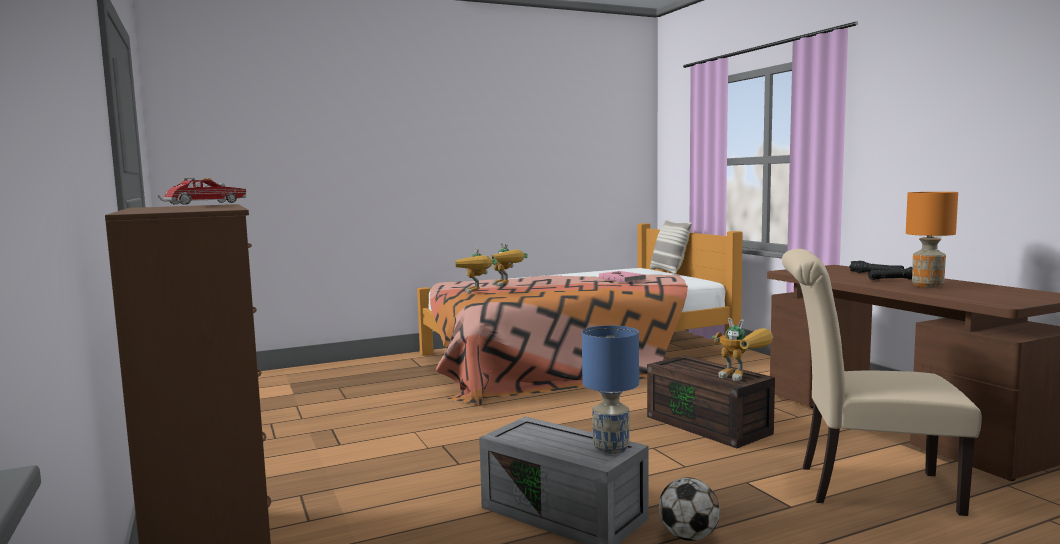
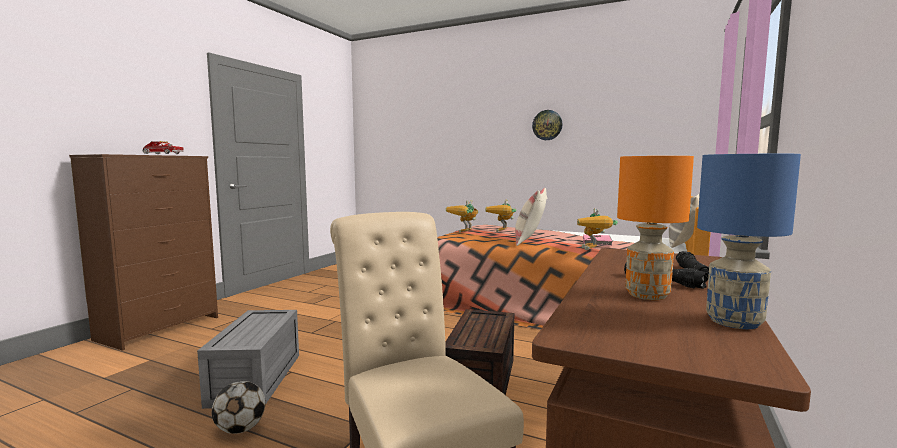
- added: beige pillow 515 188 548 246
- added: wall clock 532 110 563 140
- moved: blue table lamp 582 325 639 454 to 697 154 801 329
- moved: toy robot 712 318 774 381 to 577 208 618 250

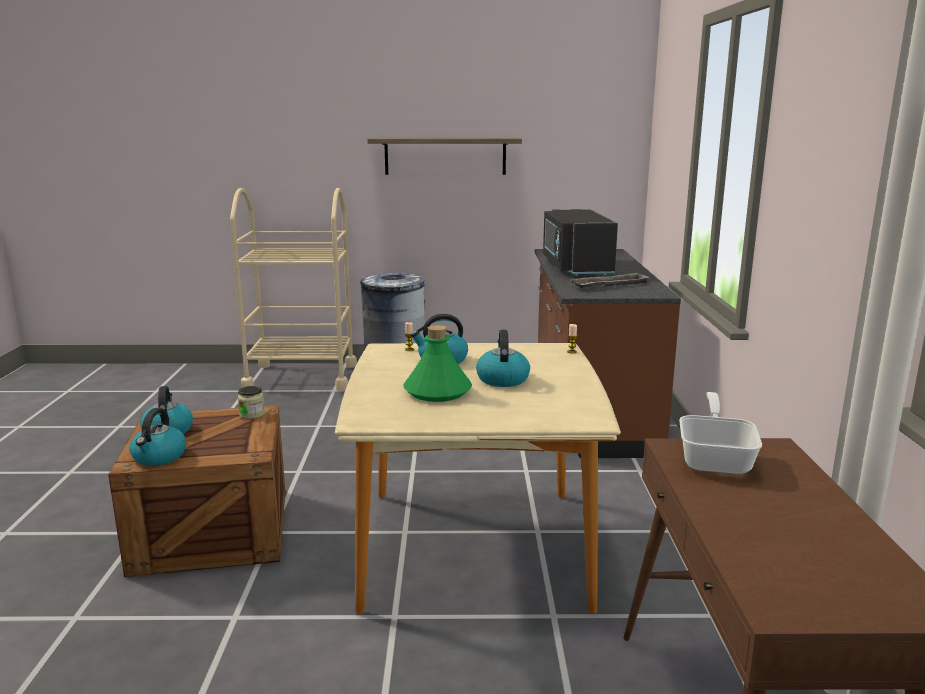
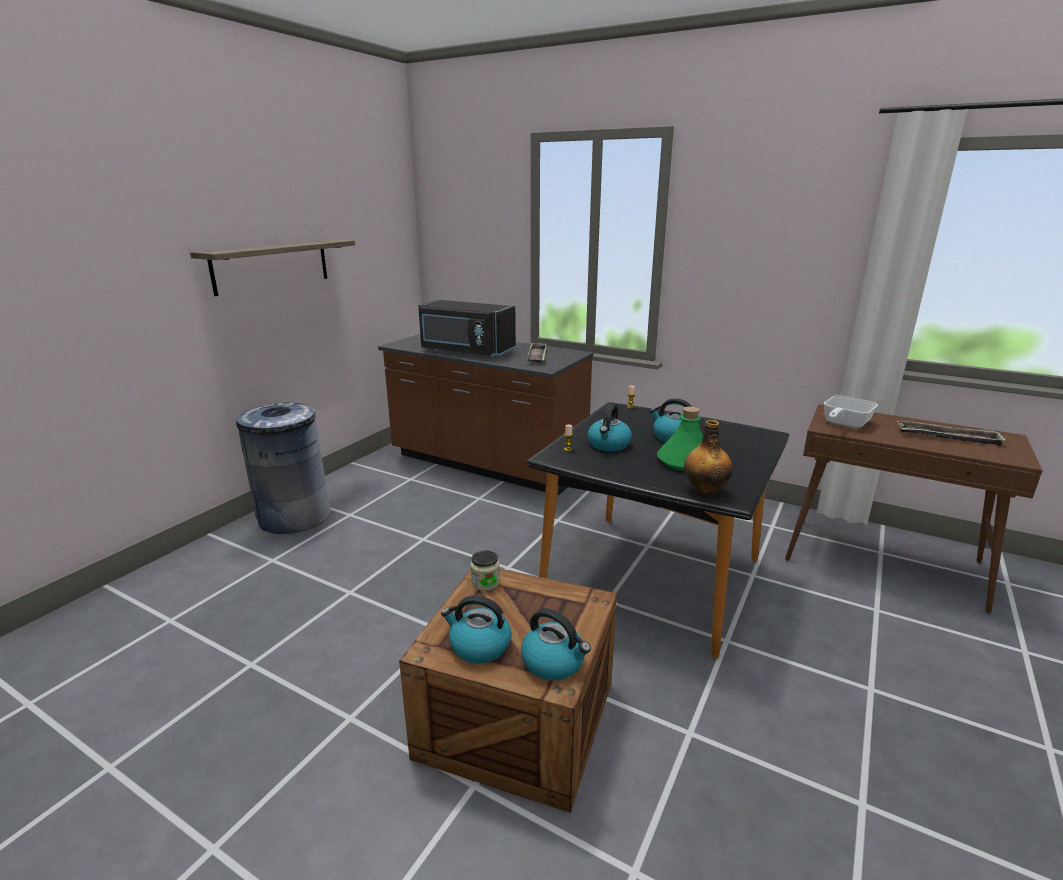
- removed: beige cart 230 188 357 391
- added: bottle 684 420 733 496
- added: tray 897 421 1006 446
- recoloured: beige dining table 335 343 621 614 to black dining table 527 402 790 658
- turned: frying pan 679 392 762 475 = 824 395 878 428 90 degrees counterclockwise

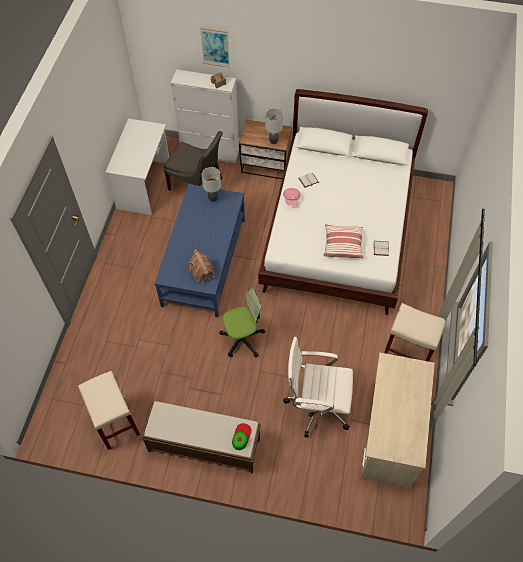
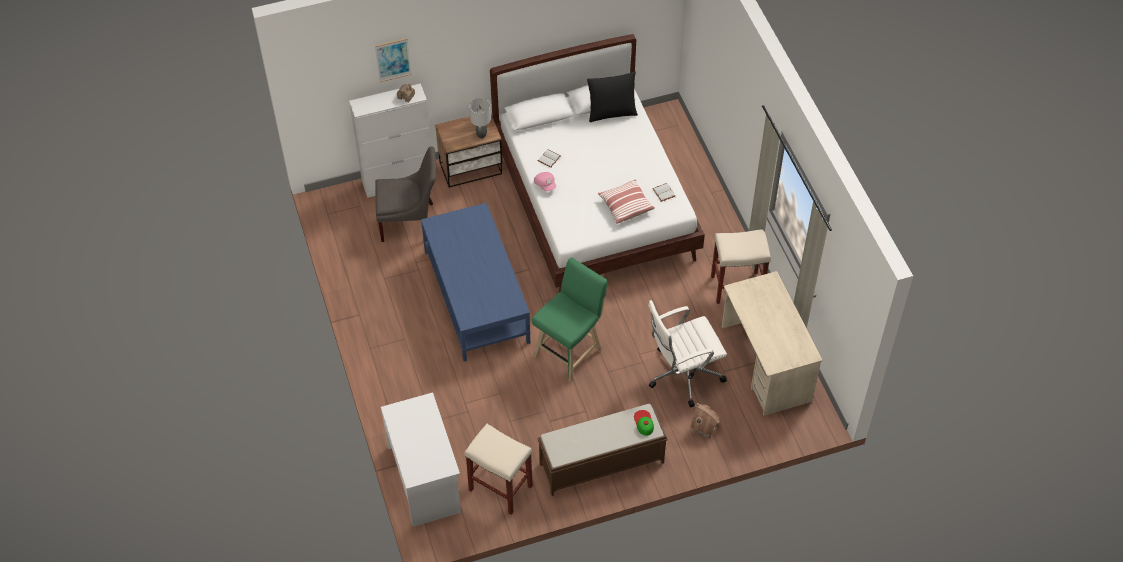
- removed: grey table lamp 201 167 221 202
- added: black pillow 587 71 638 122
- moved: white desk 105 119 169 215 to 381 392 461 527
- moved: toy house 188 250 214 284 to 691 403 721 438
- replaced: office chair 219 288 265 357 to green stool 532 257 607 382

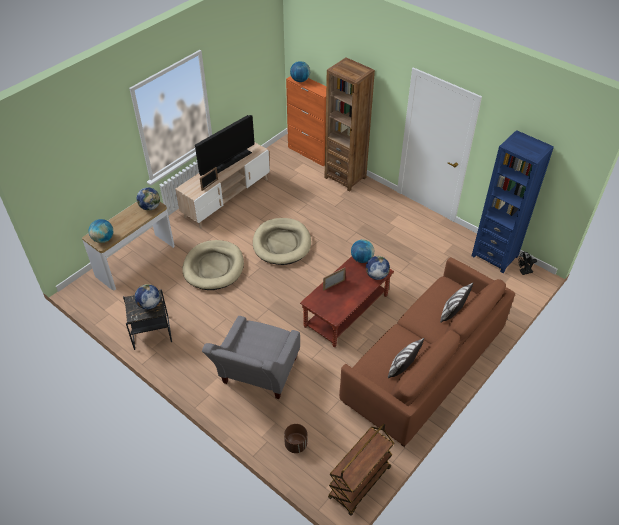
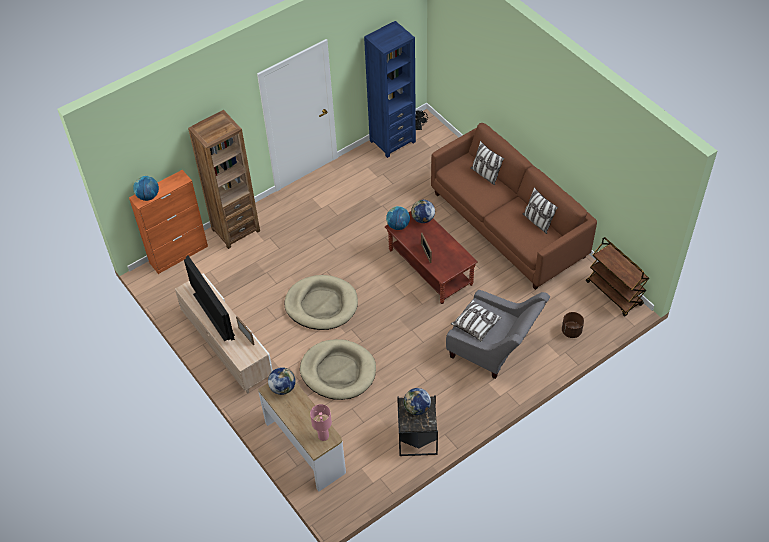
- added: pillow 451 300 502 342
- replaced: globe 88 219 113 243 to pink table lamp 310 404 332 441

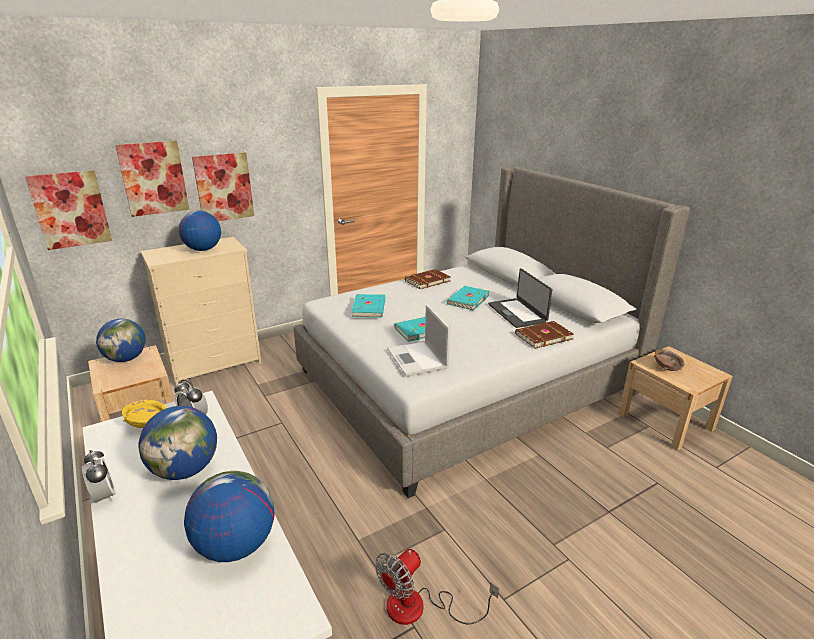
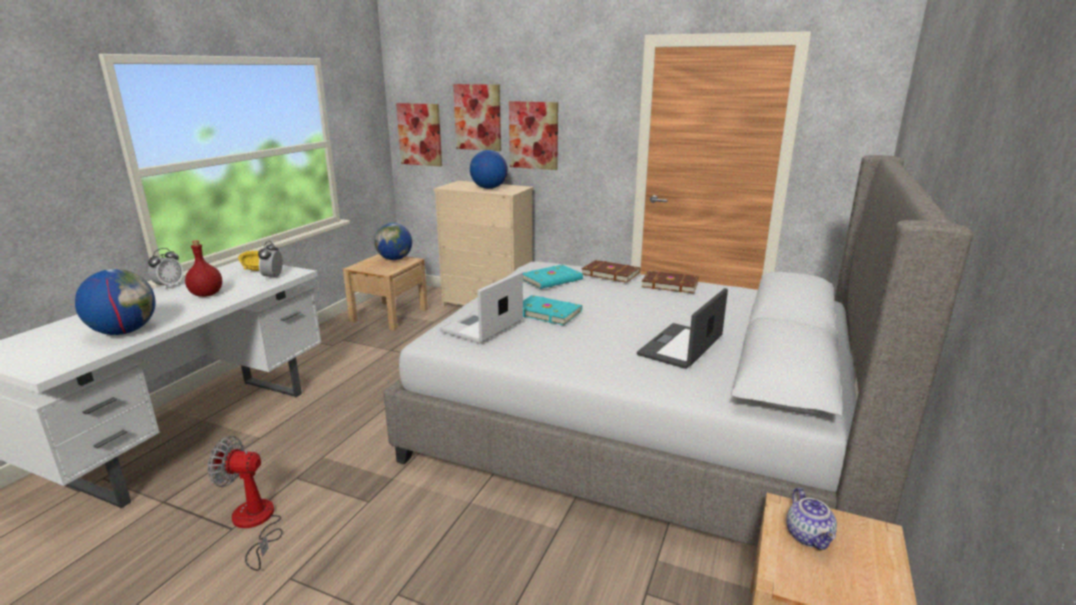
- removed: turquoise book 447 286 490 311
- moved: brown book 515 321 574 349 to 581 260 640 283
- replaced: globe 138 406 217 480 to red bottle 185 240 222 297
- replaced: brown bowl 654 349 684 371 to teapot 787 488 837 550

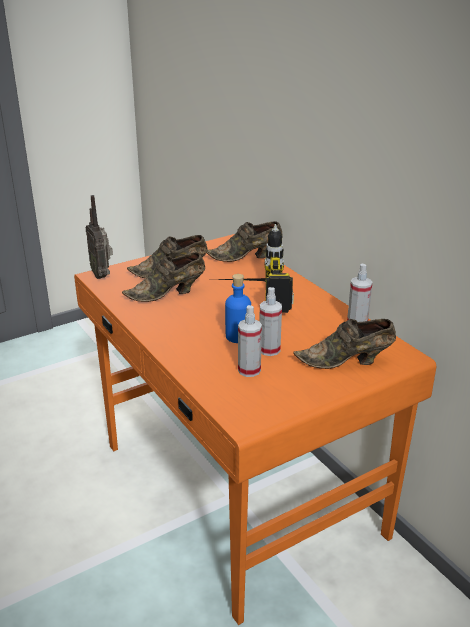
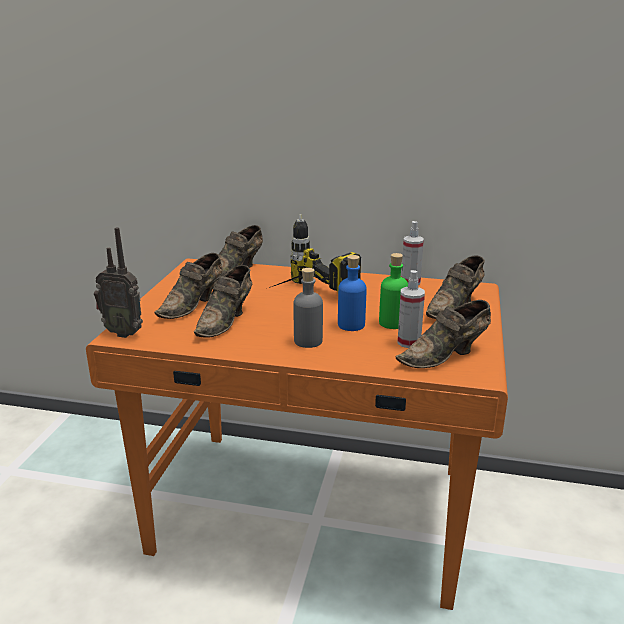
- added: grey bottle 293 268 323 348
- added: brown shoe 395 300 491 368
- replaced: spray bottle 259 287 282 356 to green bottle 379 253 408 329

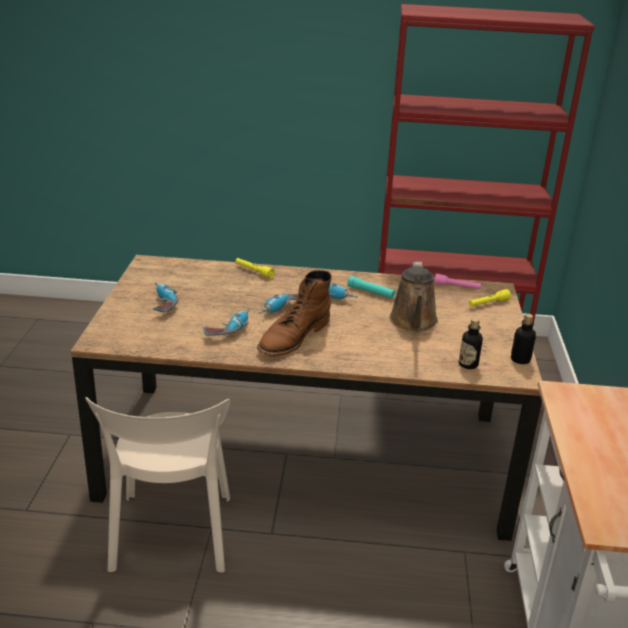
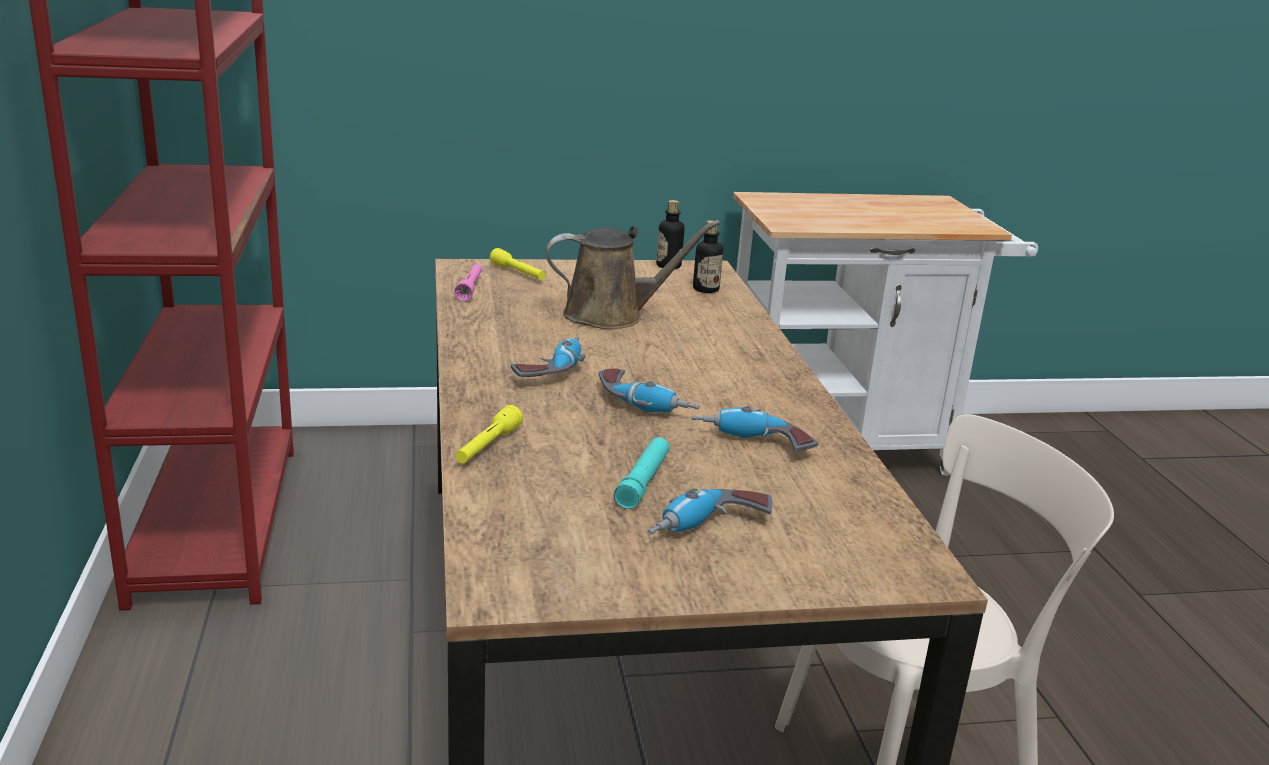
- removed: brown boot 257 270 332 357
- moved: turquoise flashlight 347 276 395 299 to 614 437 669 509

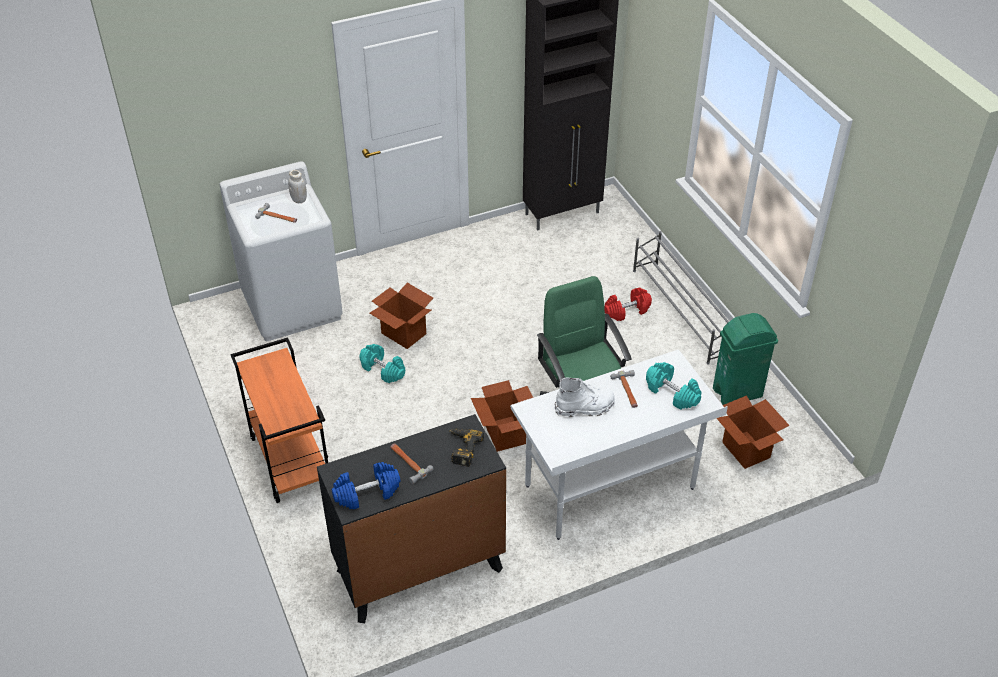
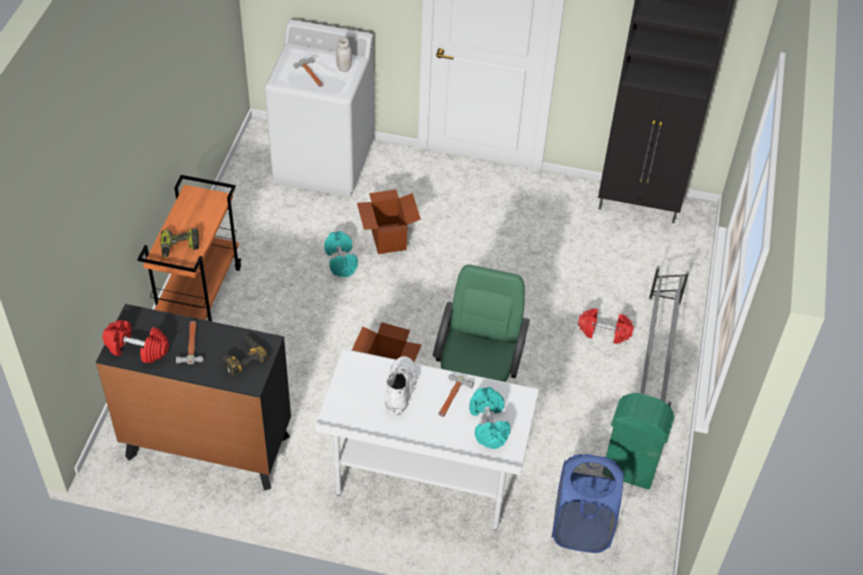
- added: power drill 160 228 199 258
- replaced: cardboard box 717 395 790 469 to blue laundry basket 552 454 624 553
- recoloured: blue dumbbell 332 462 400 510 to red dumbbell 102 320 169 363
- turned: white boot 554 377 615 417 = 385 356 418 415 105 degrees counterclockwise

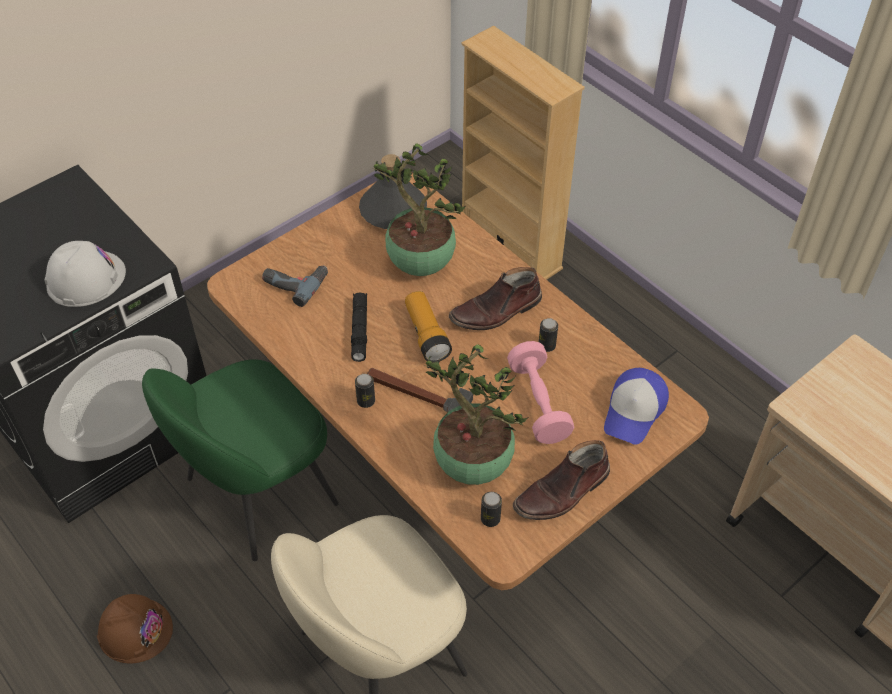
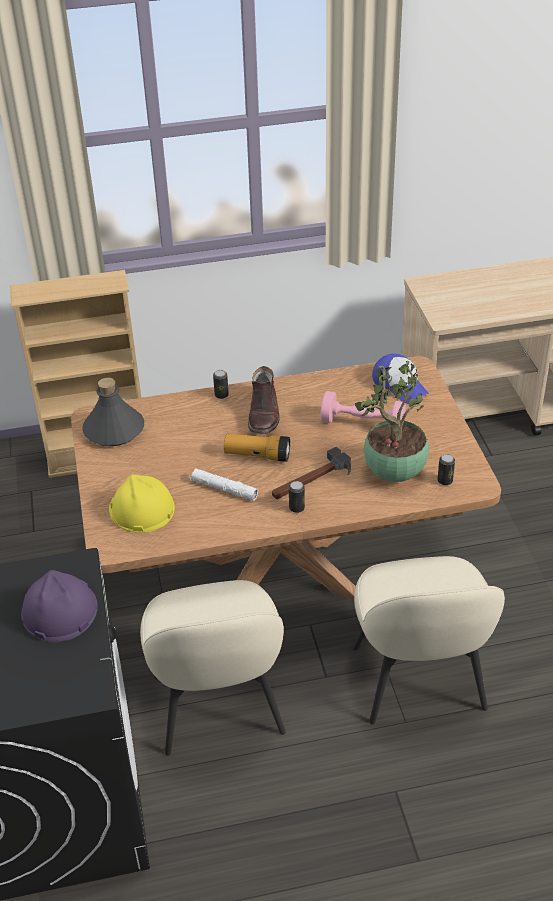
- removed: brown hard hat 97 594 173 663
- removed: potted plant 372 143 466 276
- removed: brown boot 513 440 610 520
- moved: can 539 318 558 352 to 213 370 229 399
- replaced: power drill 262 266 328 307 to yellow hard hat 109 474 175 533
- recoloured: white hard hat 44 241 126 307 to purple hard hat 21 570 98 643
- recoloured: green chair 142 359 339 561 to beige chair 140 580 286 756
- recoloured: black flashlight 351 293 367 362 to white flashlight 189 468 258 501

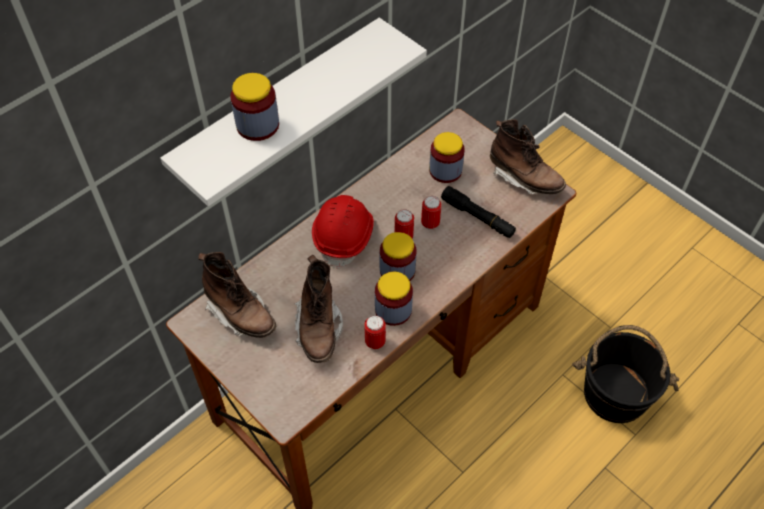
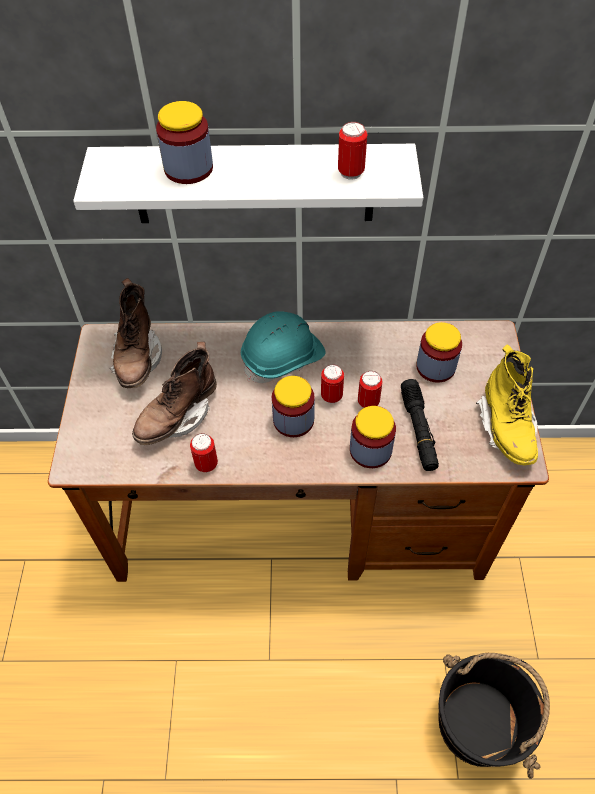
- added: can 338 122 367 180
- moved: jar 375 271 413 326 to 350 406 396 468
- recoloured: red hard hat 312 195 374 269 to turquoise hard hat 241 311 326 383
- recoloured: brown boot 490 119 566 195 to yellow boot 476 345 538 466

